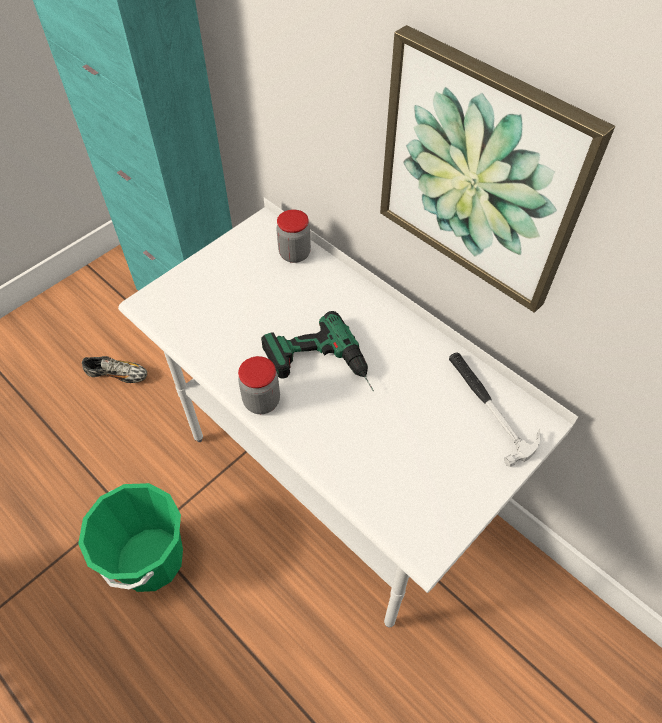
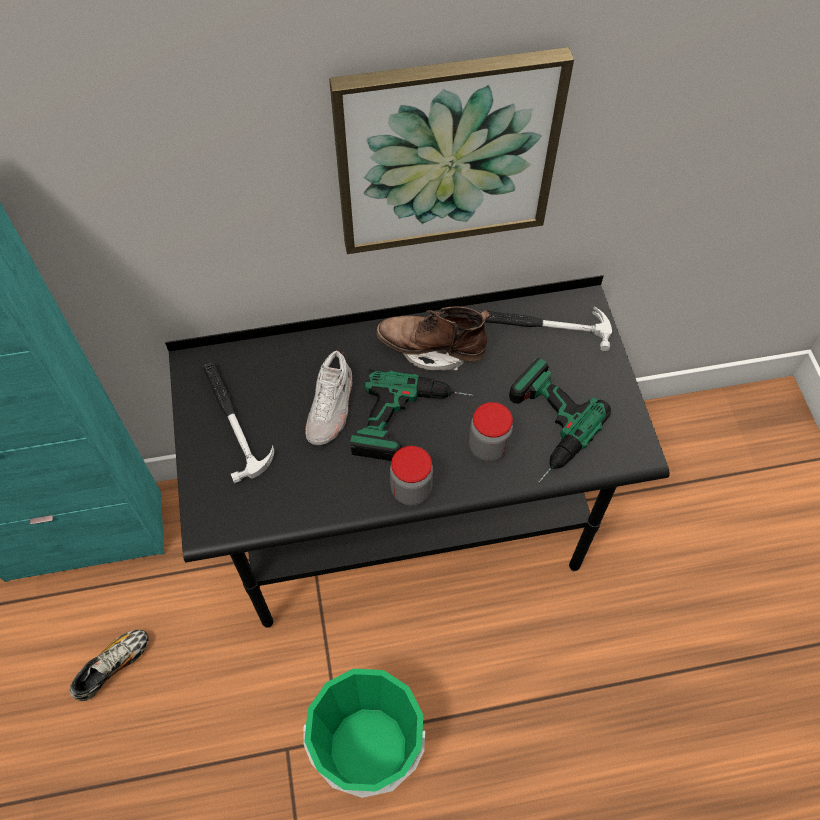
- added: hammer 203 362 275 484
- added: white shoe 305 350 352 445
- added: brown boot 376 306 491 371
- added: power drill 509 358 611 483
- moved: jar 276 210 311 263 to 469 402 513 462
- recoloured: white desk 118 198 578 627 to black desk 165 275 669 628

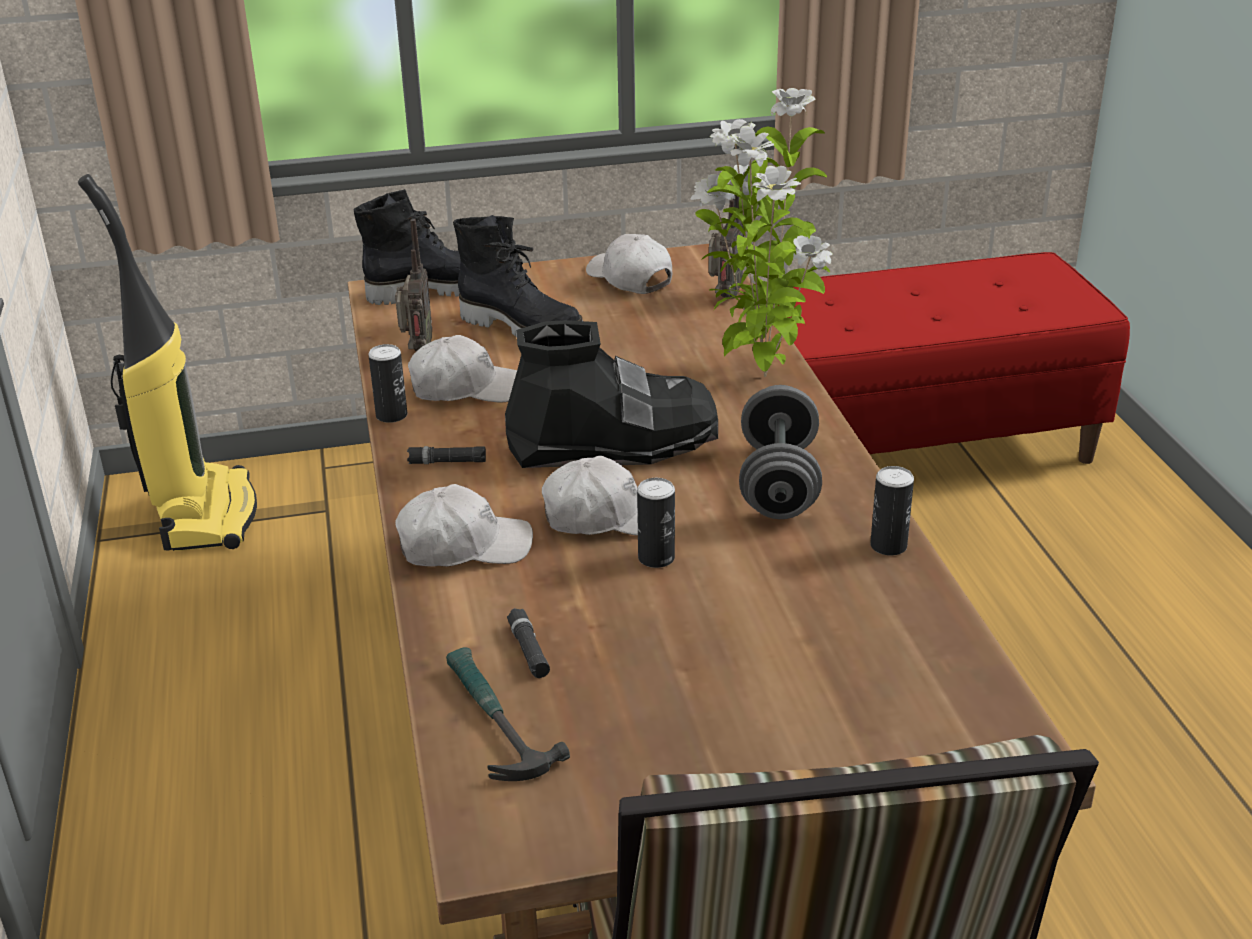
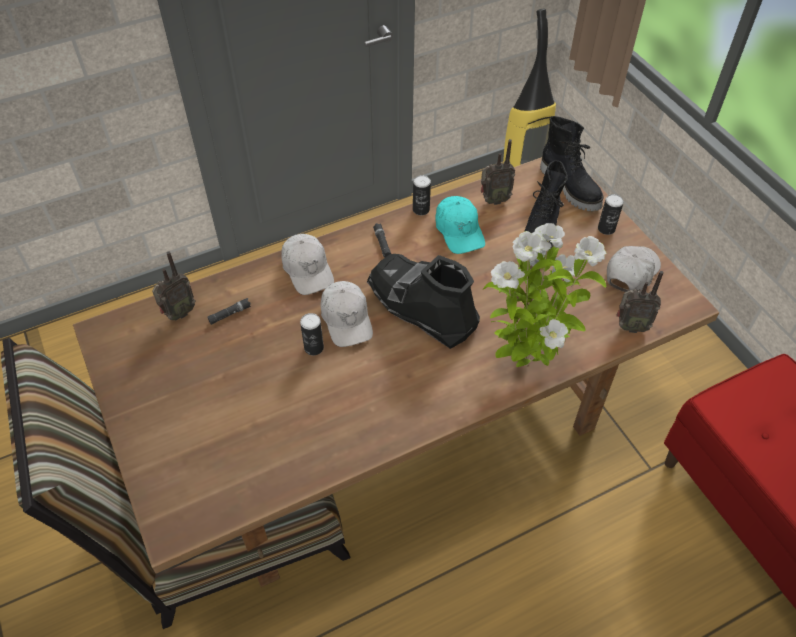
- removed: grey dumbbell 739 385 822 519
- moved: can 870 466 914 555 to 598 194 624 235
- replaced: hammer 446 647 570 781 to radio 152 251 196 320
- recoloured: white cap 408 335 517 402 to turquoise cap 436 196 485 254
- turned: black boot 505 320 718 468 = 367 254 480 349 150 degrees clockwise

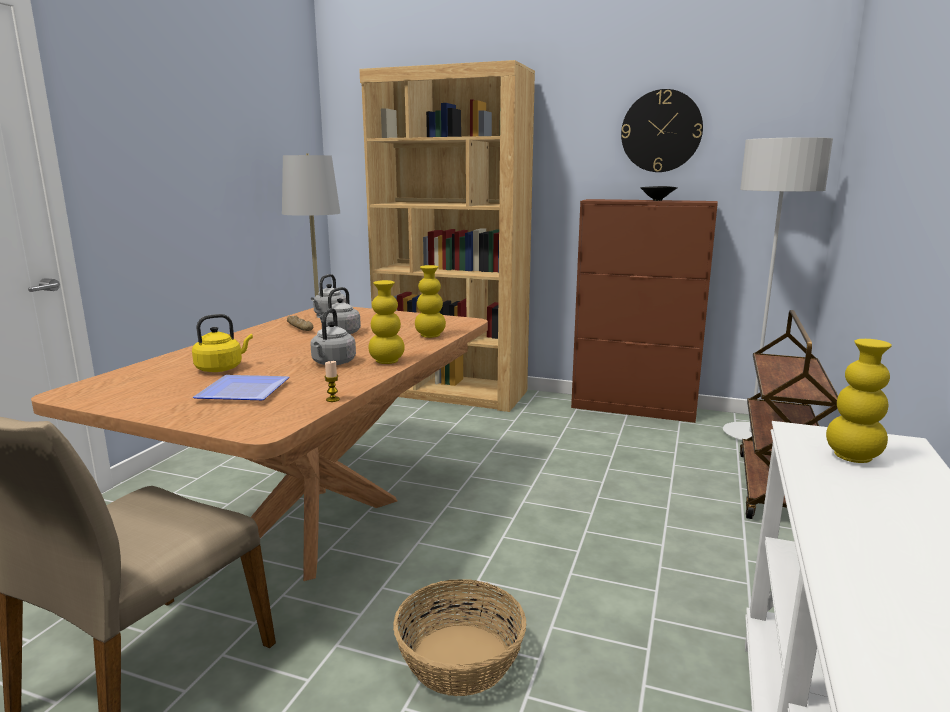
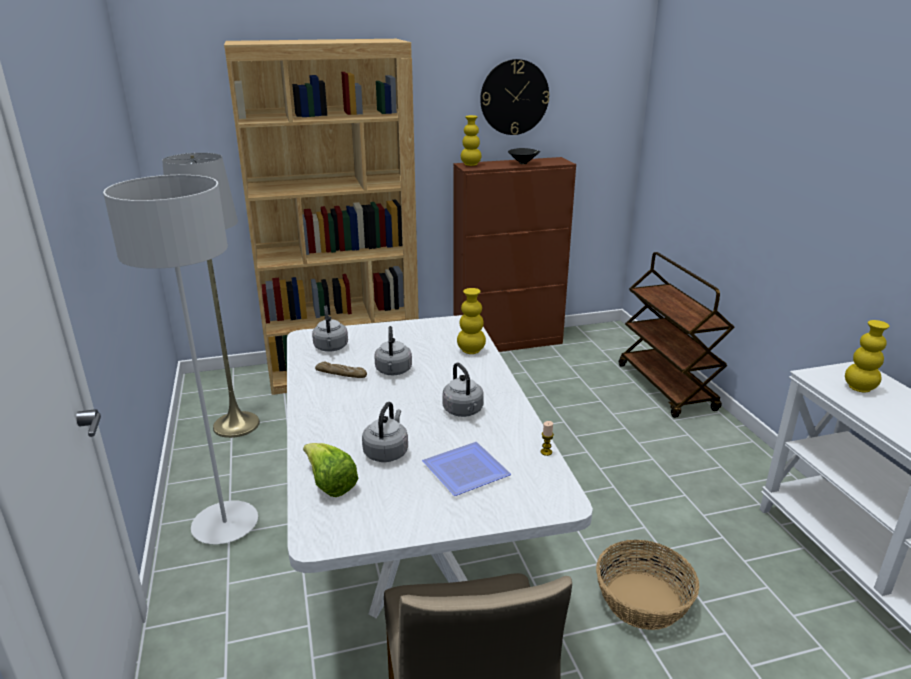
- added: lettuce 303 443 358 497
- moved: yellow vase 368 280 405 364 to 461 115 481 166
- moved: grey floor lamp 723 137 833 440 to 103 175 258 544
- recoloured: brown dining table 31 307 488 581 to white dining table 287 315 593 618
- recoloured: yellow kettle 192 314 253 372 to grey kettle 362 402 408 462

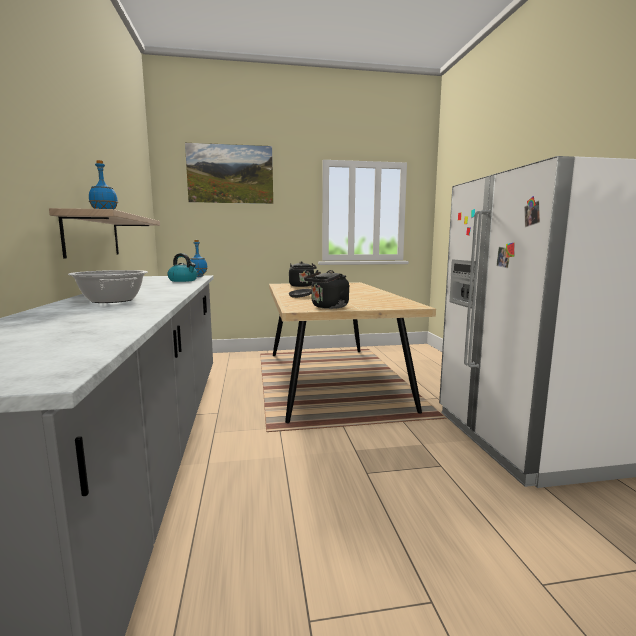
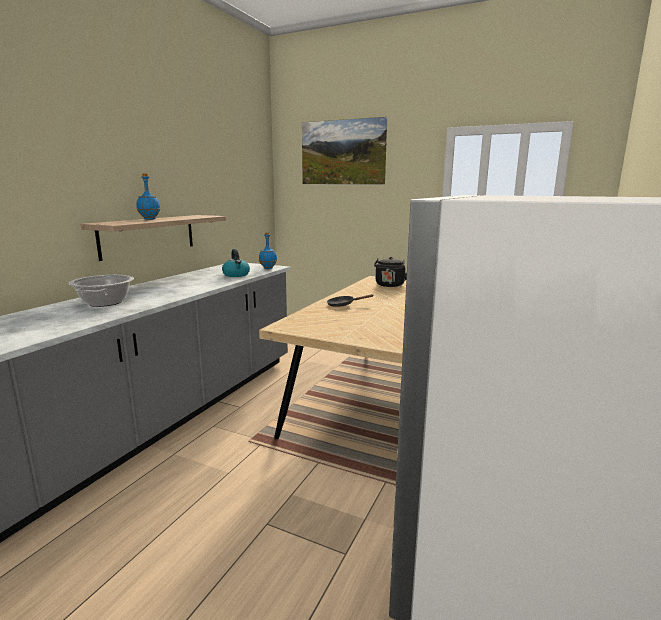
- removed: black kettle 304 270 349 309

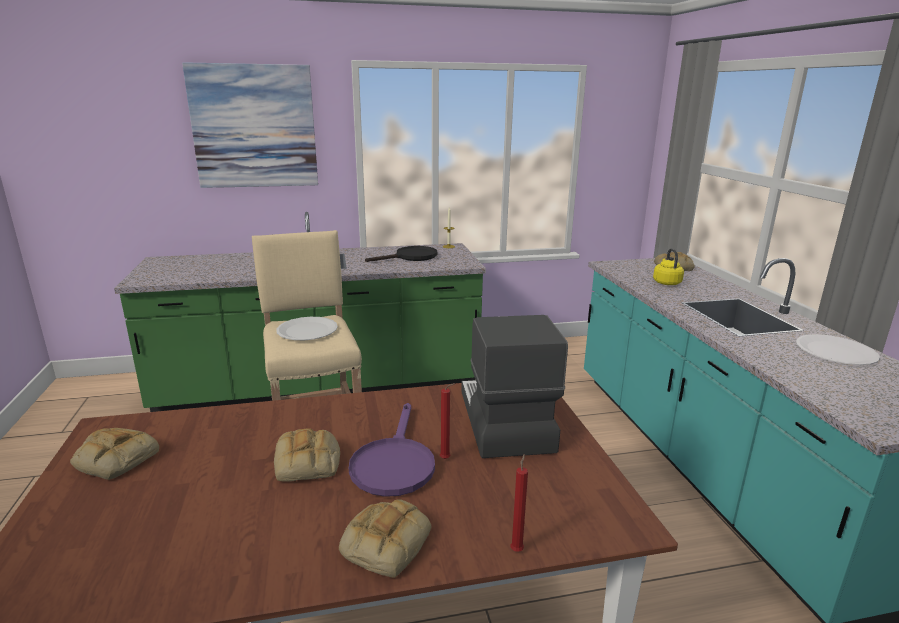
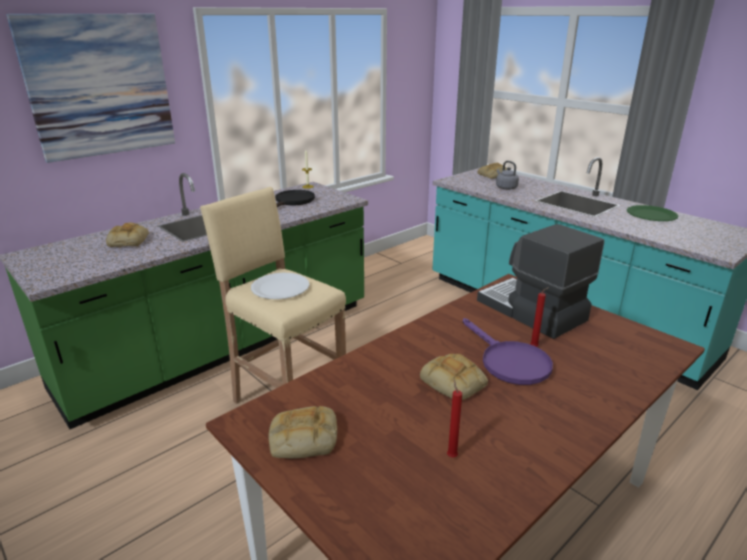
- moved: bread 339 500 432 578 to 106 223 149 247
- moved: red candle 510 454 528 552 to 447 380 462 457
- recoloured: yellow kettle 653 248 684 285 to grey kettle 496 161 519 190
- recoloured: white plate 796 334 880 365 to green plate 627 205 678 221

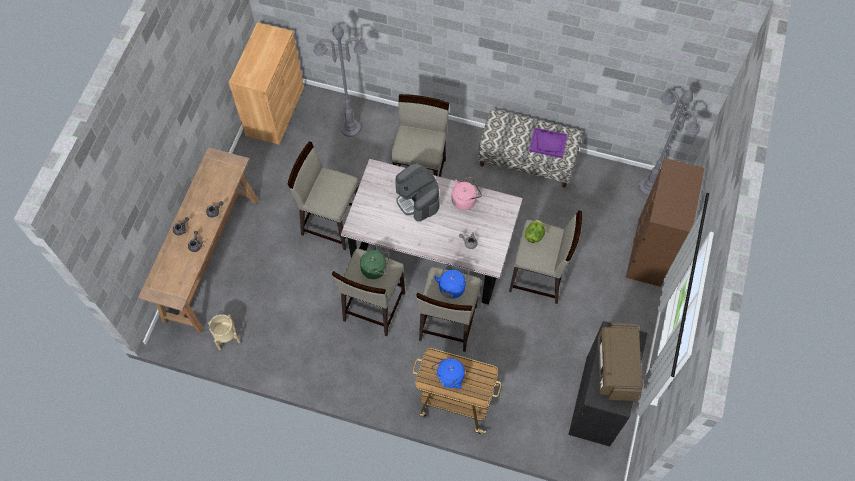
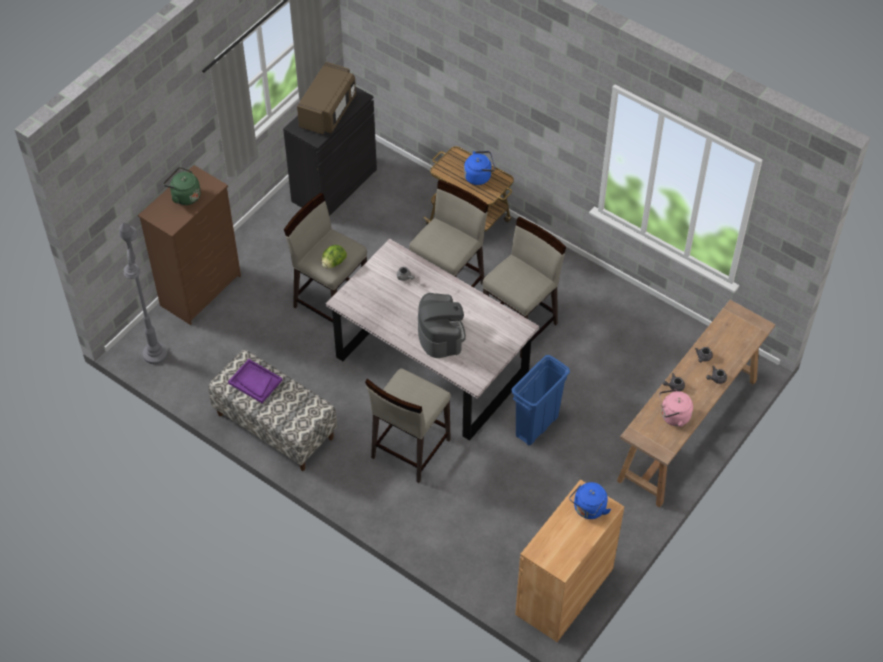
- removed: beige planter 208 314 240 350
- removed: grey floor lamp 313 24 367 137
- moved: green kettle 360 245 390 279 to 163 167 201 205
- moved: blue kettle 434 264 469 299 to 569 482 611 519
- moved: pink kettle 451 177 482 210 to 659 389 693 427
- replaced: beige stool 288 141 359 250 to blue trash can 512 355 570 445

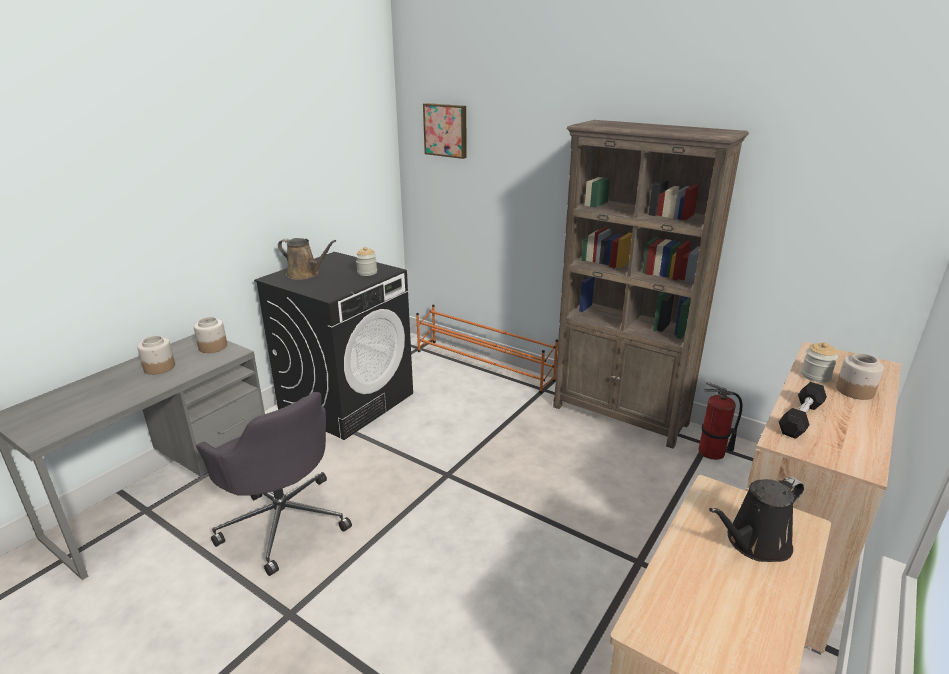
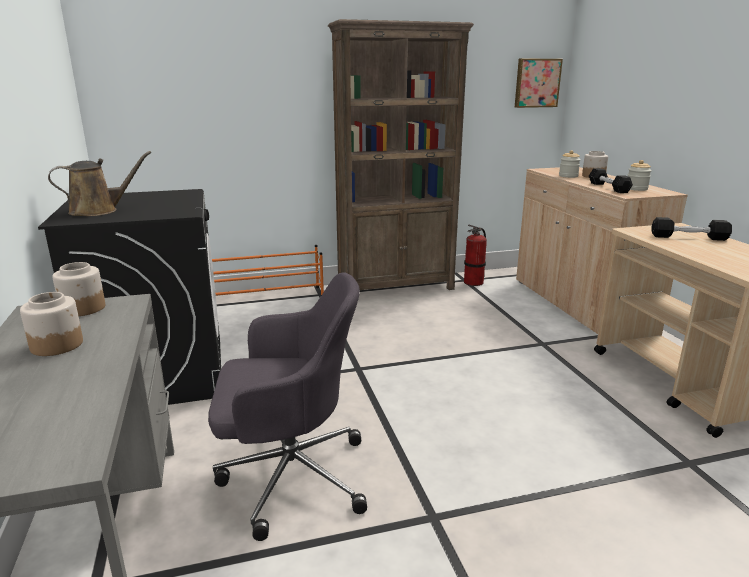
- moved: jar 356 247 377 276 to 628 160 652 191
- moved: picture 423 103 467 159 to 515 59 563 108
- replaced: black watering can 709 477 804 562 to black dumbbell 651 217 732 241

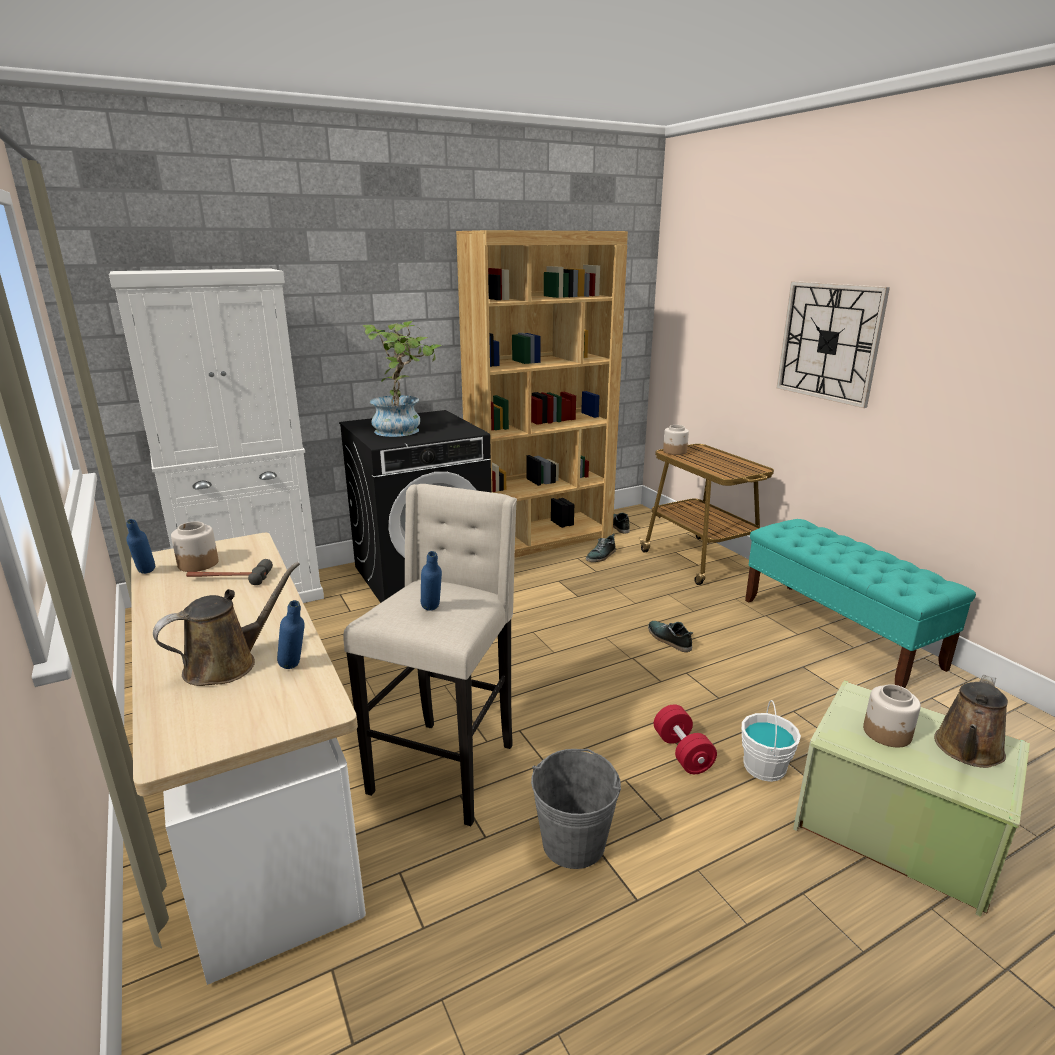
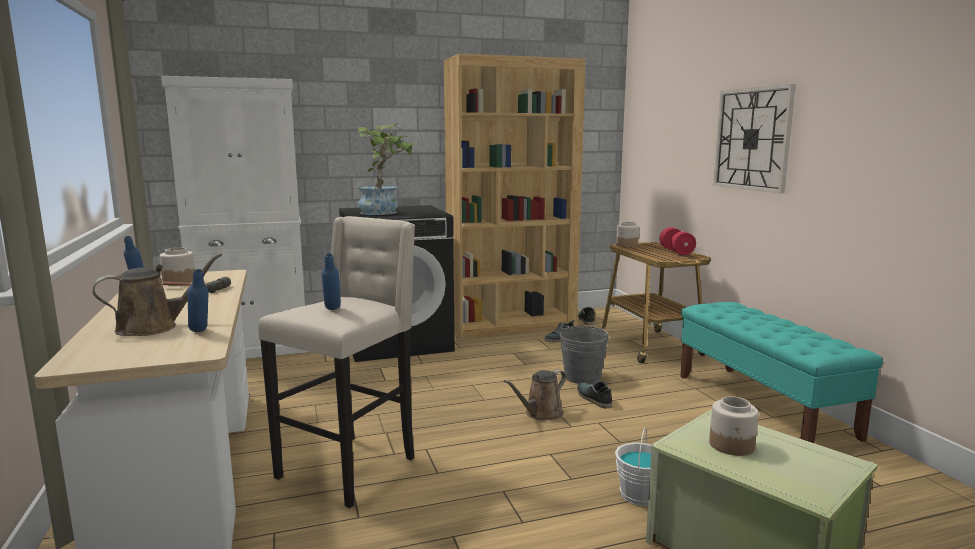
- moved: grey bucket 531 749 621 869 to 560 326 609 384
- moved: red dumbbell 654 704 717 774 to 659 227 696 255
- moved: brown watering can 934 675 1008 768 to 504 370 566 421

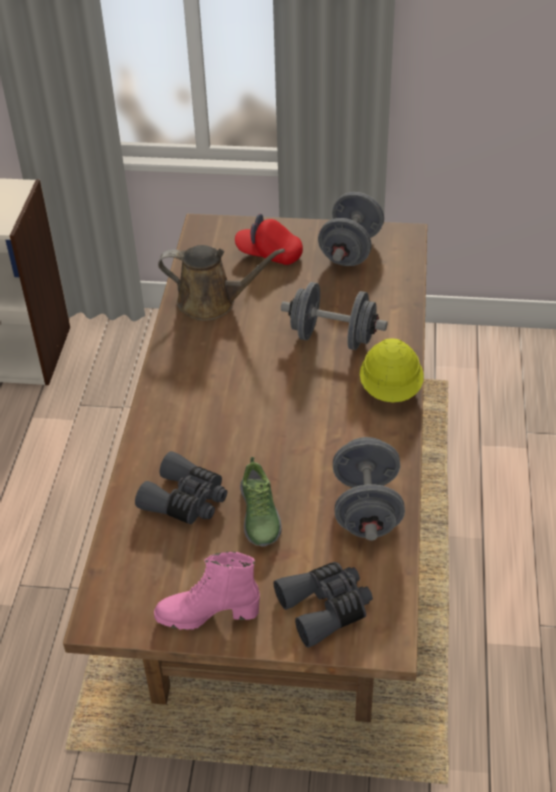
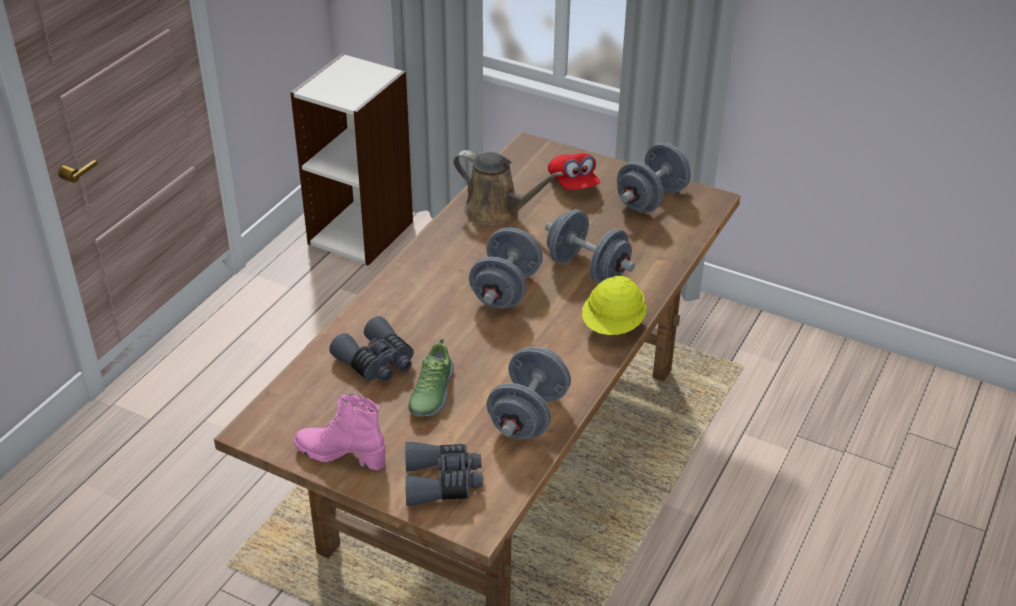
- added: grey dumbbell 469 228 543 308
- turned: red cap 235 214 303 265 = 548 153 600 190 150 degrees counterclockwise

